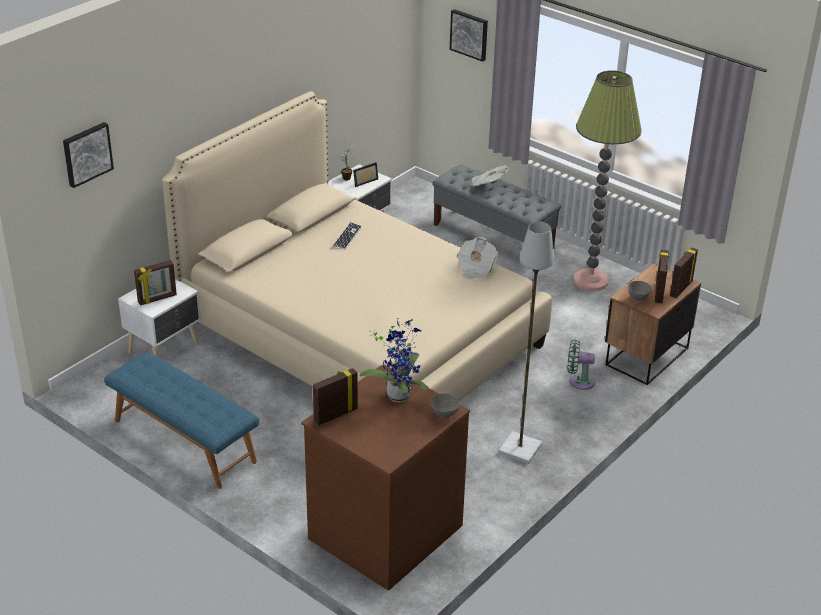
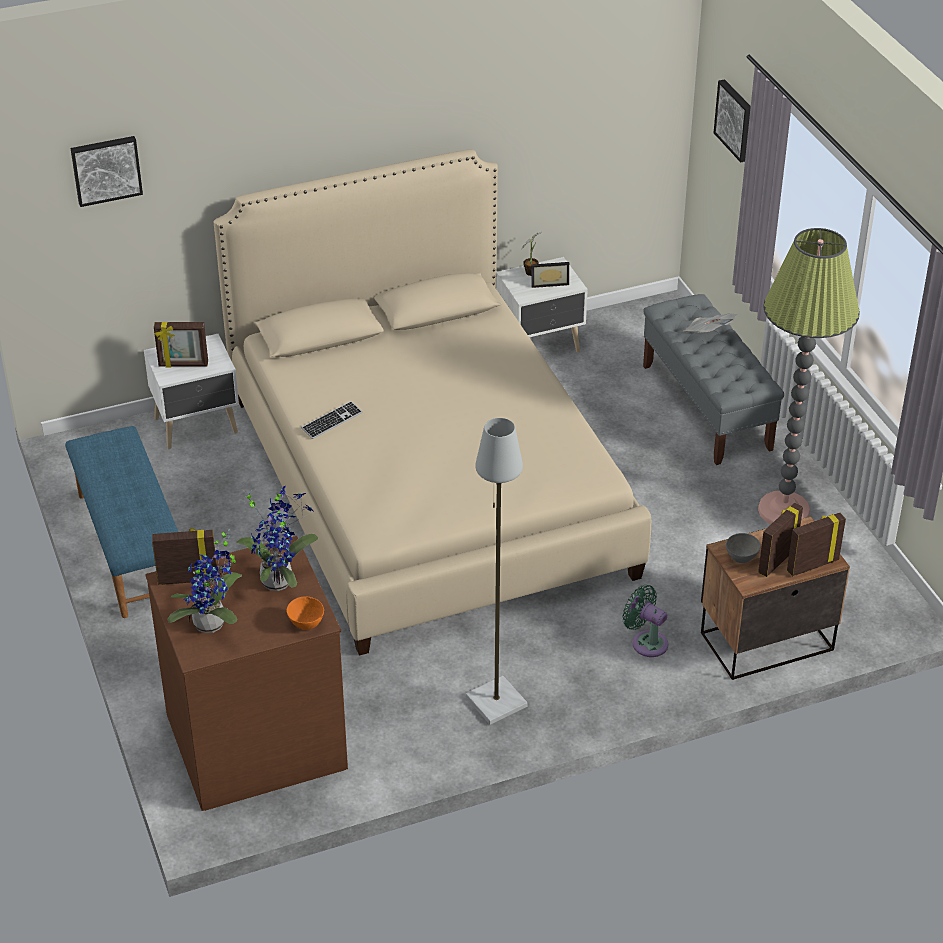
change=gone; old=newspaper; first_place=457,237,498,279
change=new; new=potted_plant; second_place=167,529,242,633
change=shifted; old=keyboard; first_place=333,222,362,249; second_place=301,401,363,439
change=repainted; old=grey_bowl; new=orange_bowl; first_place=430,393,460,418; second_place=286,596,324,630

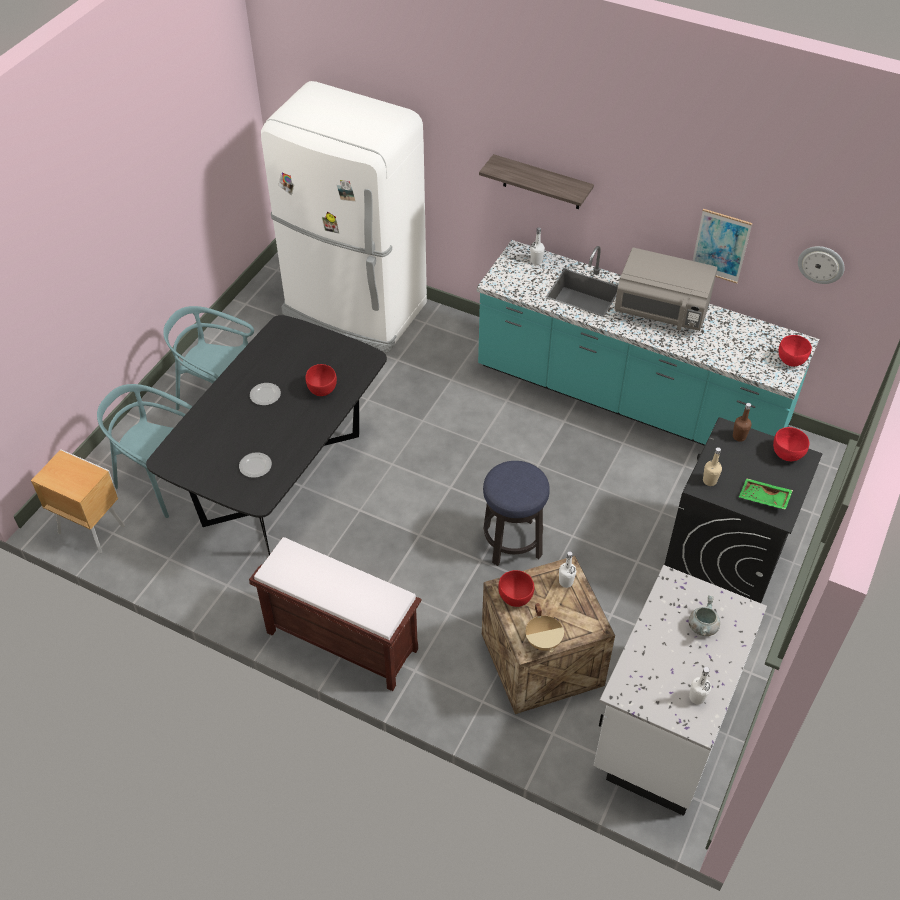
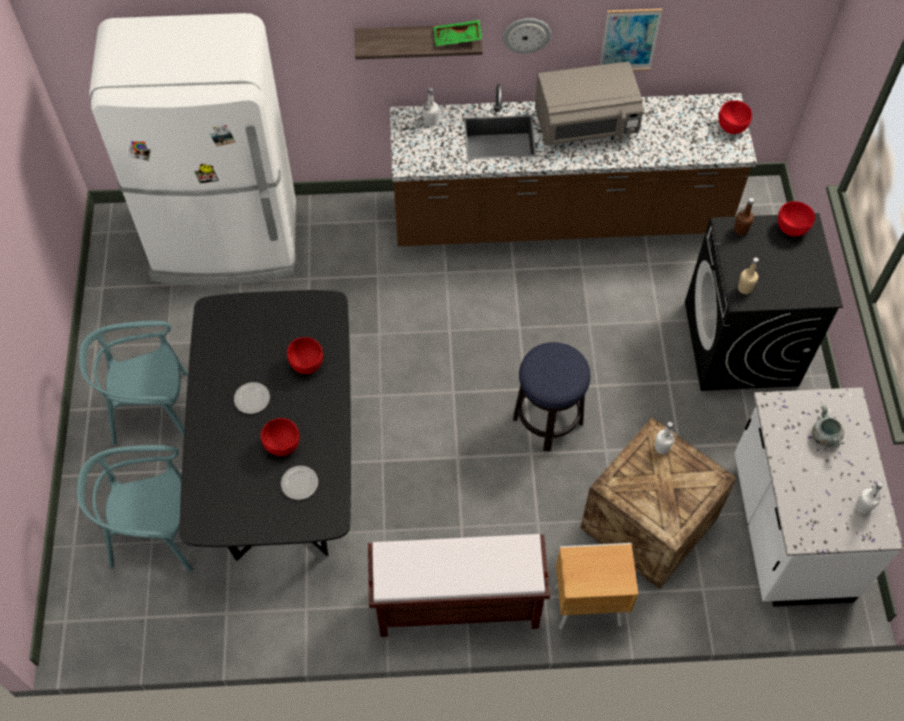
change=gone; old=beige_cooking_pot; first_place=526,603,564,652
change=shifted; old=brown_nightstand; first_place=31,449,125,553; second_place=555,543,638,630
change=shifted; old=red_bowl; first_place=498,570,534,607; second_place=261,418,300,456
change=shifted; old=green_tray; first_place=739,478,793,510; second_place=434,20,482,46
change=shifted; old=wall_clock; first_place=798,246,845,284; second_place=503,18,551,53
change=repainted; old=turquoise_counter; new=brown_counter; first_place=477,240,819,446; second_place=390,84,757,246

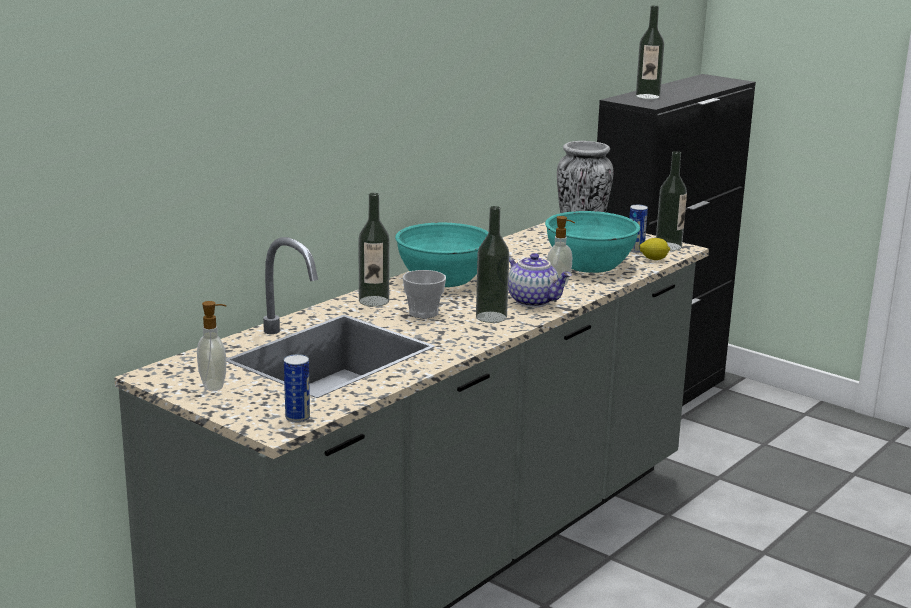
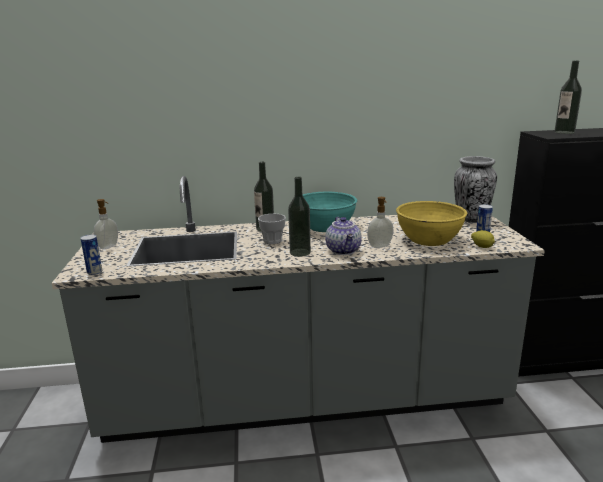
change=gone; old=bottle; first_place=656,151,687,251
change=repainted; old=turquoise_bowl; new=yellow_bowl; first_place=545,211,640,273; second_place=396,201,467,246

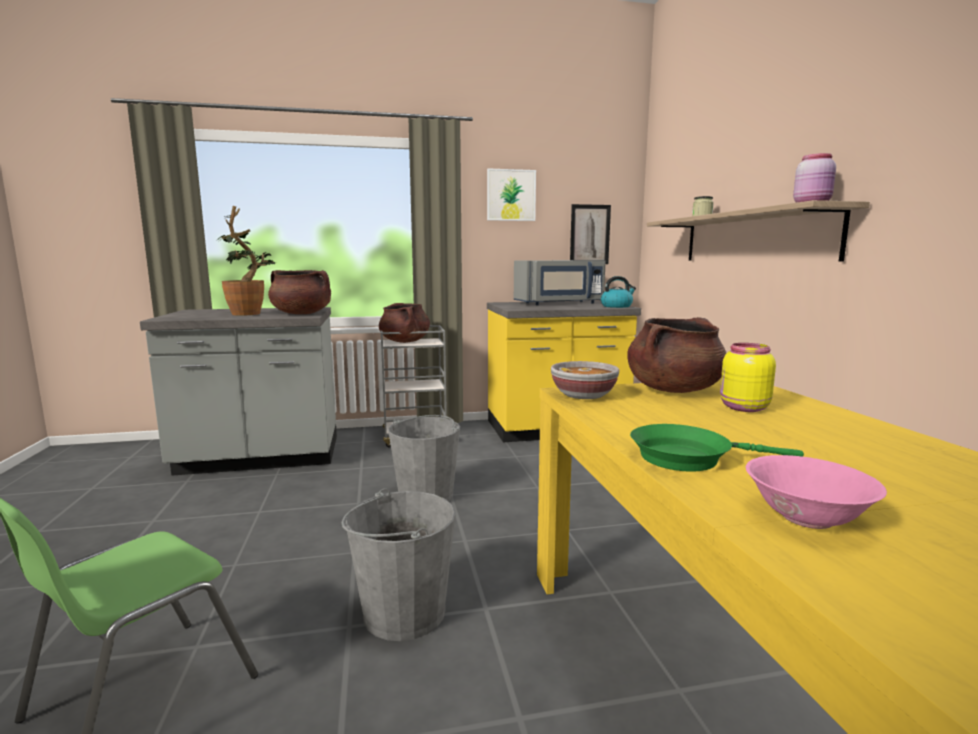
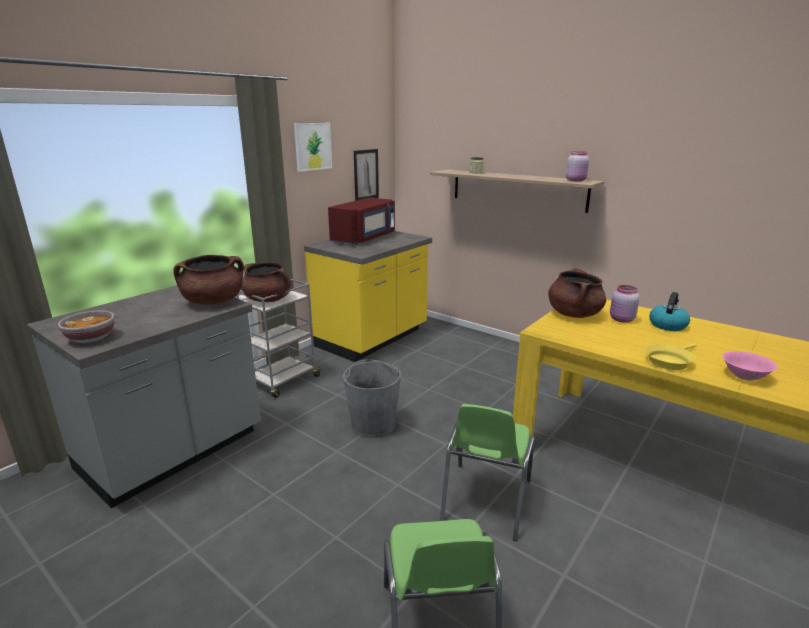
change=gone; old=potted_plant; first_place=216,206,276,316
change=shifted; old=bowl; first_place=551,361,619,399; second_place=58,311,115,343
change=shifted; old=kettle; first_place=601,276,636,308; second_place=649,292,690,331
change=swapped; old=grey_bucket; new=green_chair; first_place=342,489,456,641; second_place=440,404,535,541
change=repainted; old=grey_microwave; new=red_microwave; first_place=514,260,606,305; second_place=328,198,395,245
change=repainted; old=green_frying_pan; new=yellow_frying_pan; first_place=630,424,804,472; second_place=645,343,697,370
change=repainted; old=yellow_jar; new=pink_jar; first_place=720,343,776,412; second_place=610,285,640,323

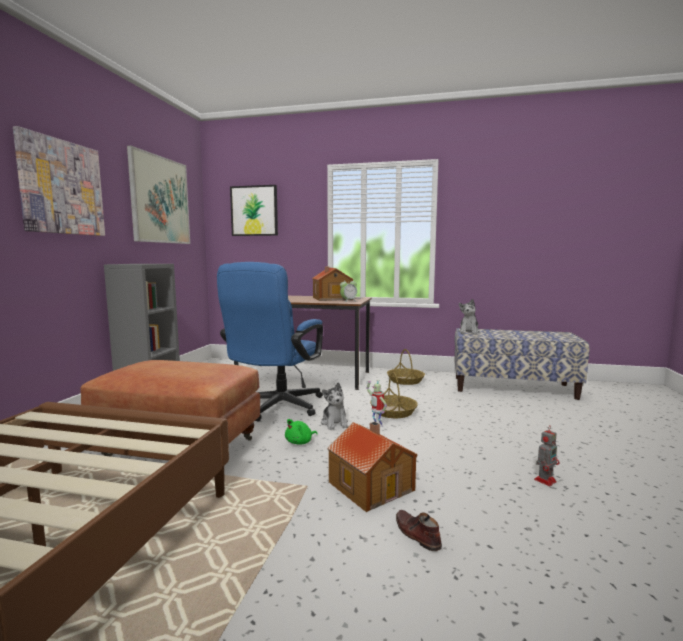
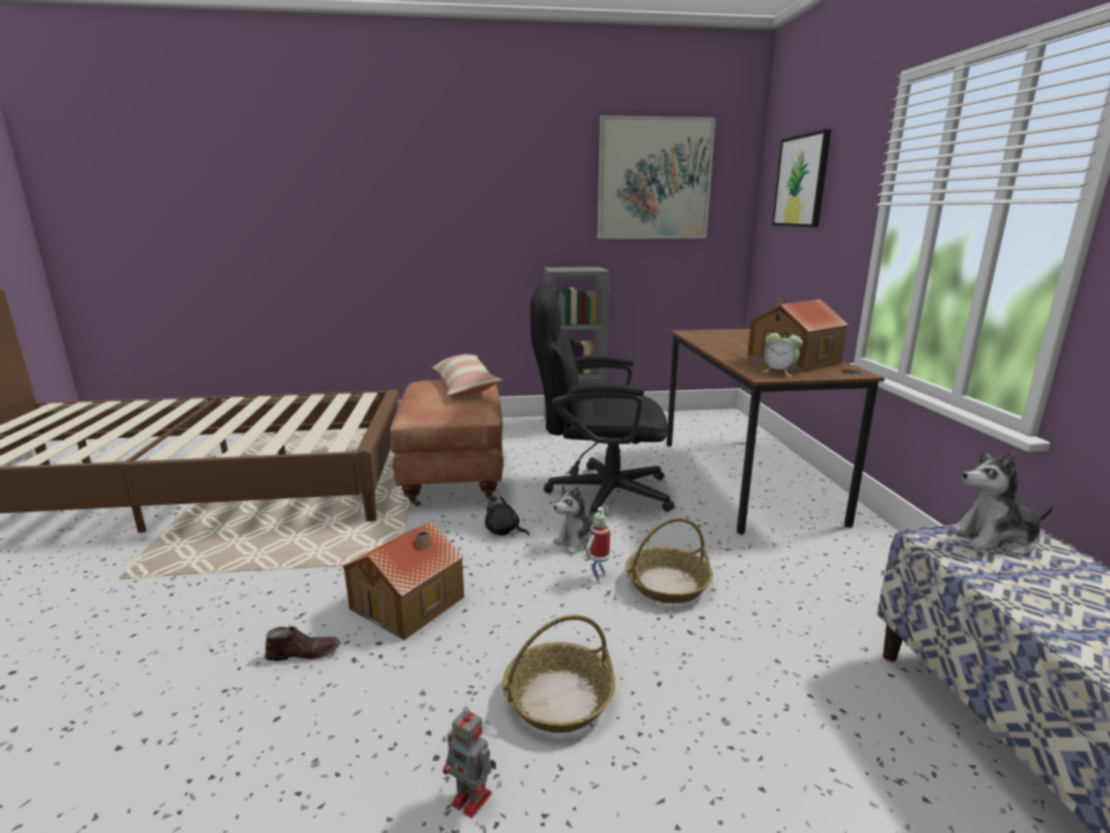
change=gone; old=picture; first_place=13,126,105,236
change=new; new=pillow; second_place=432,354,503,396
change=shifted; old=basket; first_place=387,349,425,385; second_place=502,615,616,733
change=repainted; old=blue_office_chair; new=black_office_chair; first_place=217,262,323,422; second_place=530,283,675,516
change=repainted; old=green_plush_toy; new=black_plush_toy; first_place=285,419,318,445; second_place=485,497,530,537
change=rotated; old=brown_shoe; first_place=396,510,442,551; second_place=265,626,341,661; degrees=45

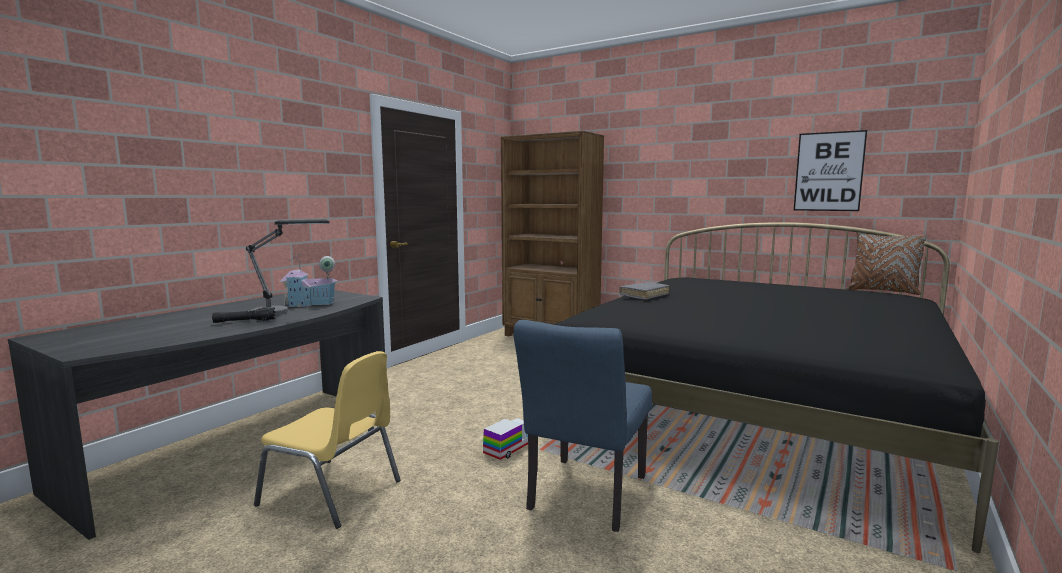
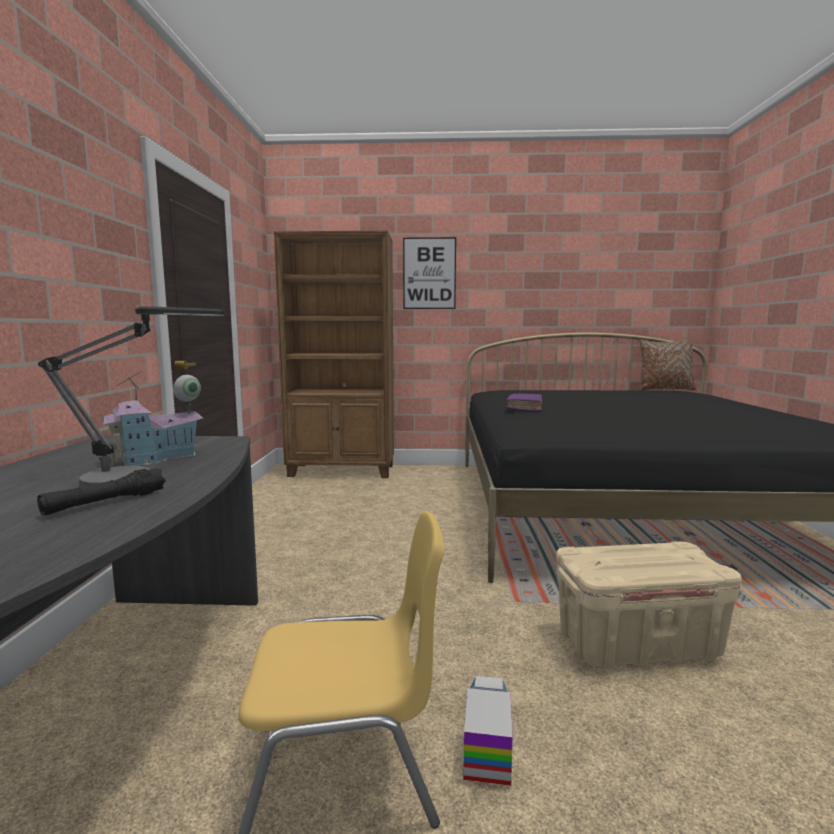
change=shifted; old=toy_truck; first_place=483,418,528,460; second_place=463,676,513,786
change=shifted; old=picture; first_place=794,130,867,211; second_place=403,237,456,309
change=swapped; old=blue_chair; new=beige_storage_box; first_place=513,320,652,532; second_place=556,542,742,669
change=repainted; old=grey_book; new=purple_book; first_place=620,282,669,300; second_place=506,394,542,411

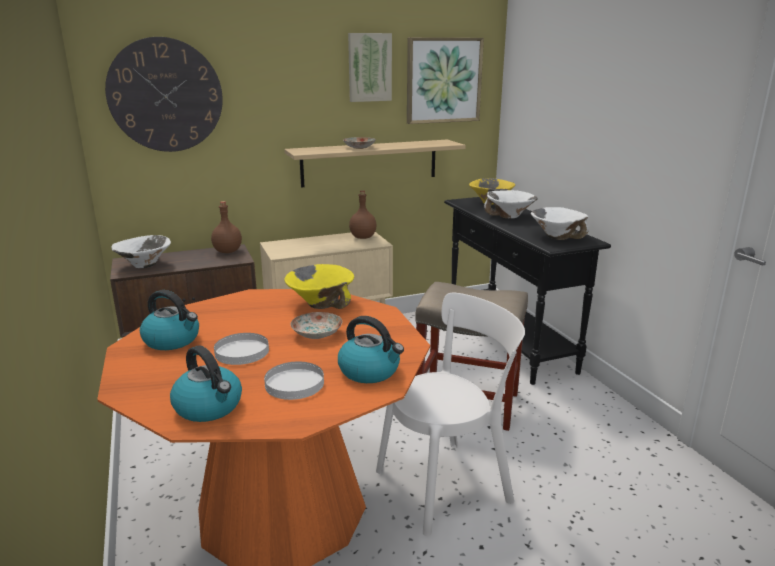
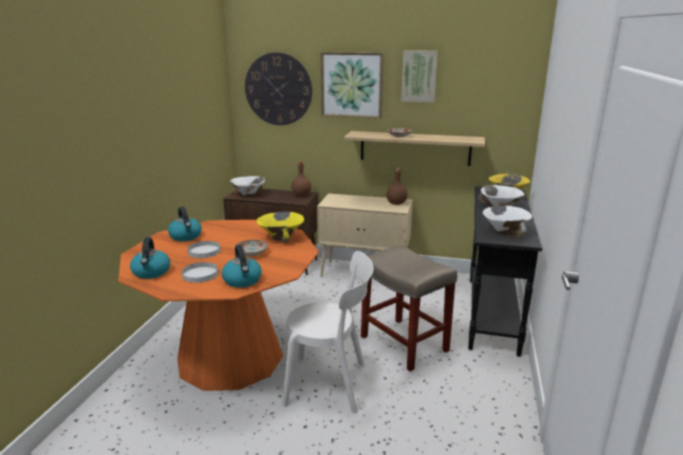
change=shifted; old=picture; first_place=407,37,484,124; second_place=321,52,384,119

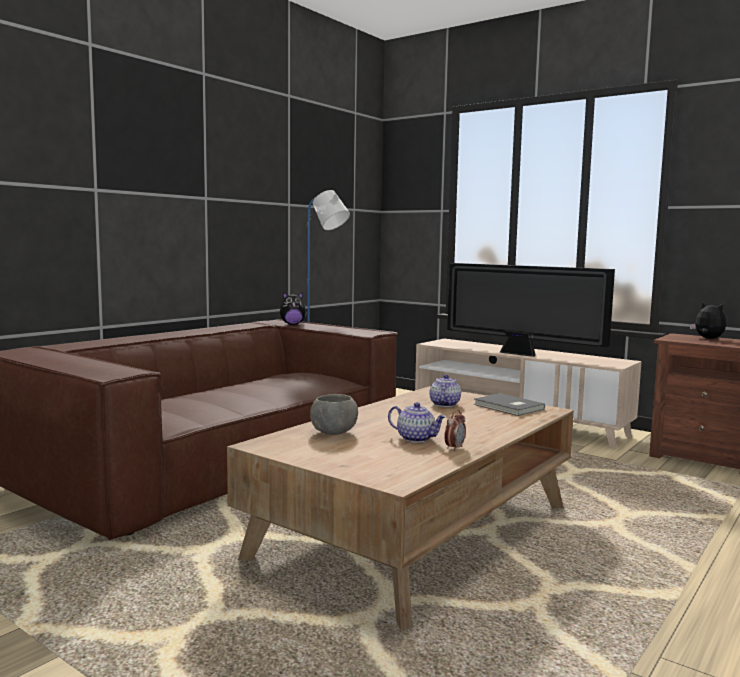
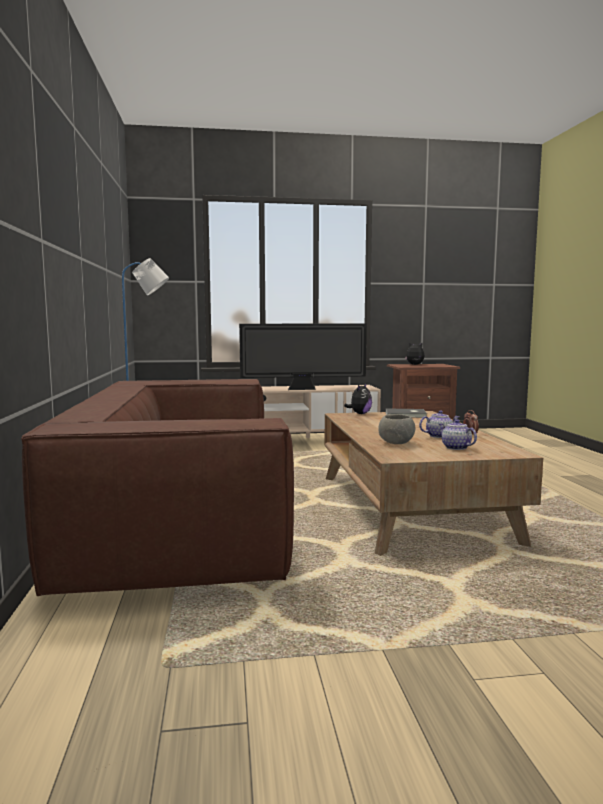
change=shifted; old=plush_toy; first_place=280,292,307,325; second_place=344,384,372,414
change=shifted; old=teapot; first_place=429,374,461,407; second_place=439,419,477,450

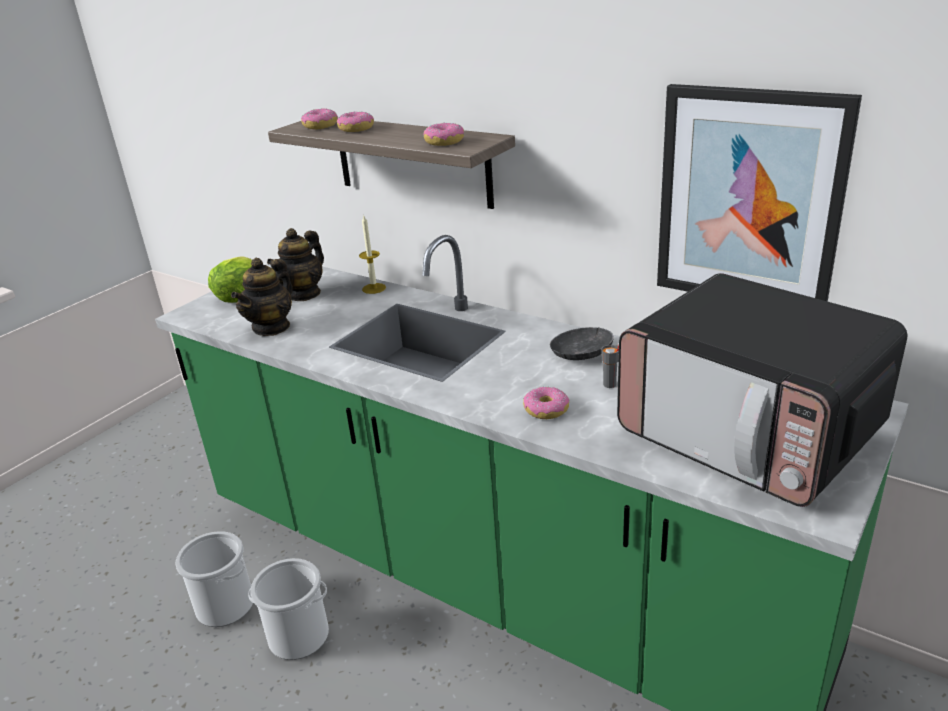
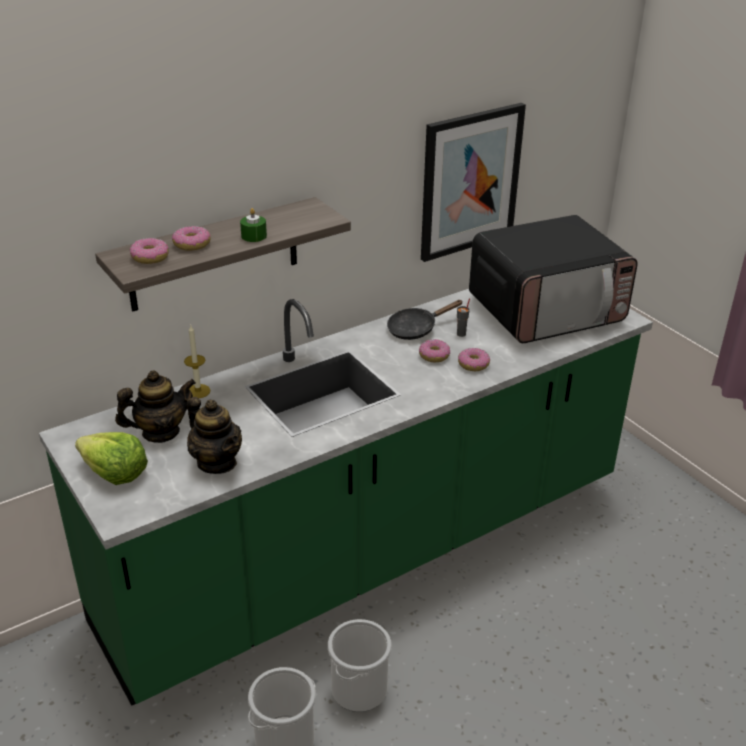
change=new; new=green_candle; second_place=240,208,267,242
change=shifted; old=donut; first_place=424,123,464,146; second_place=419,339,450,362
change=rotated; old=teapot; first_place=267,228,324,301; second_place=115,370,196,443; degrees=-75

